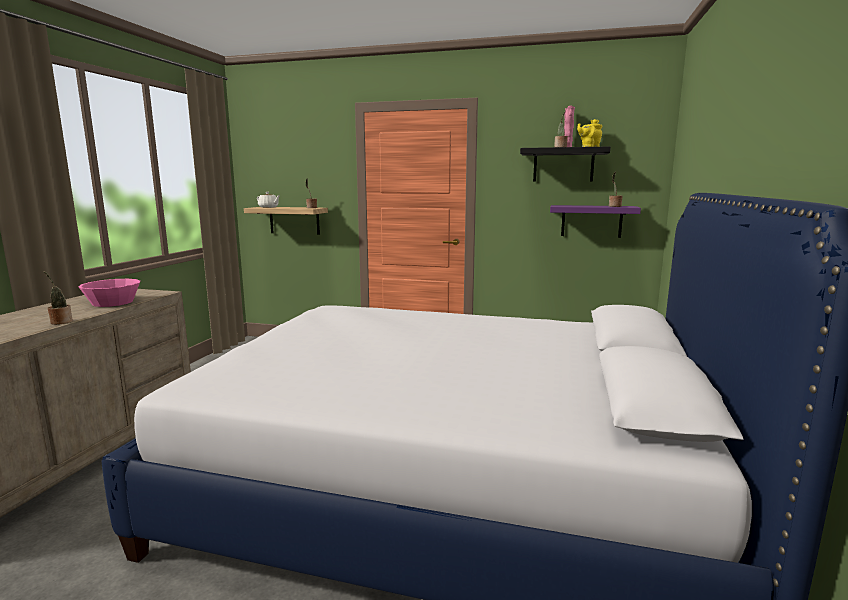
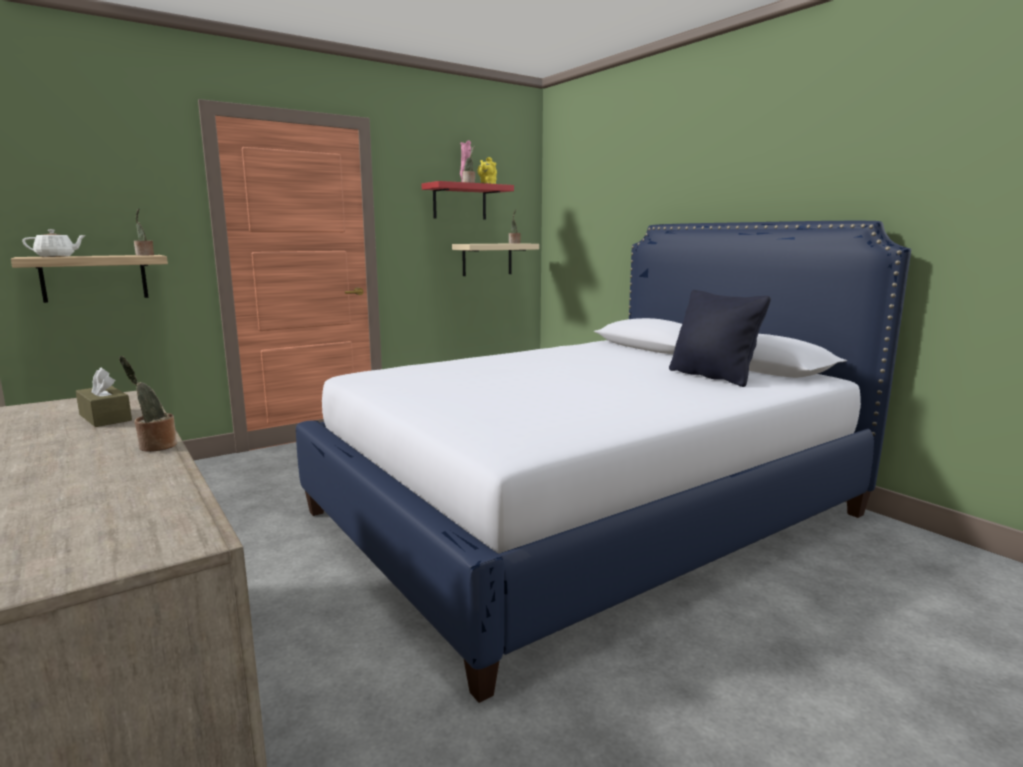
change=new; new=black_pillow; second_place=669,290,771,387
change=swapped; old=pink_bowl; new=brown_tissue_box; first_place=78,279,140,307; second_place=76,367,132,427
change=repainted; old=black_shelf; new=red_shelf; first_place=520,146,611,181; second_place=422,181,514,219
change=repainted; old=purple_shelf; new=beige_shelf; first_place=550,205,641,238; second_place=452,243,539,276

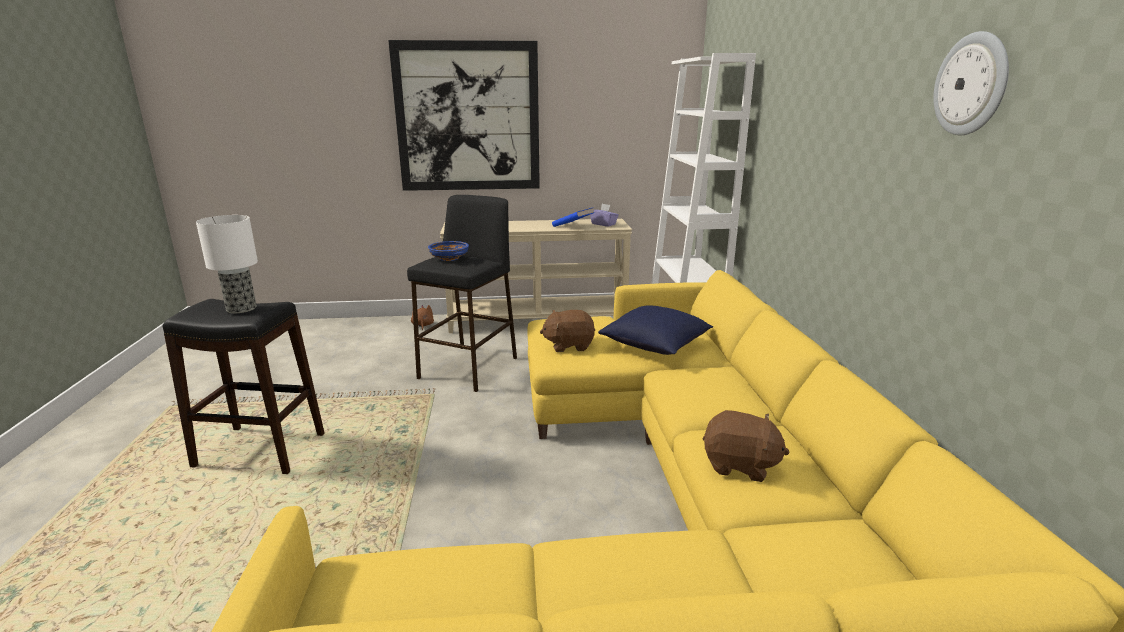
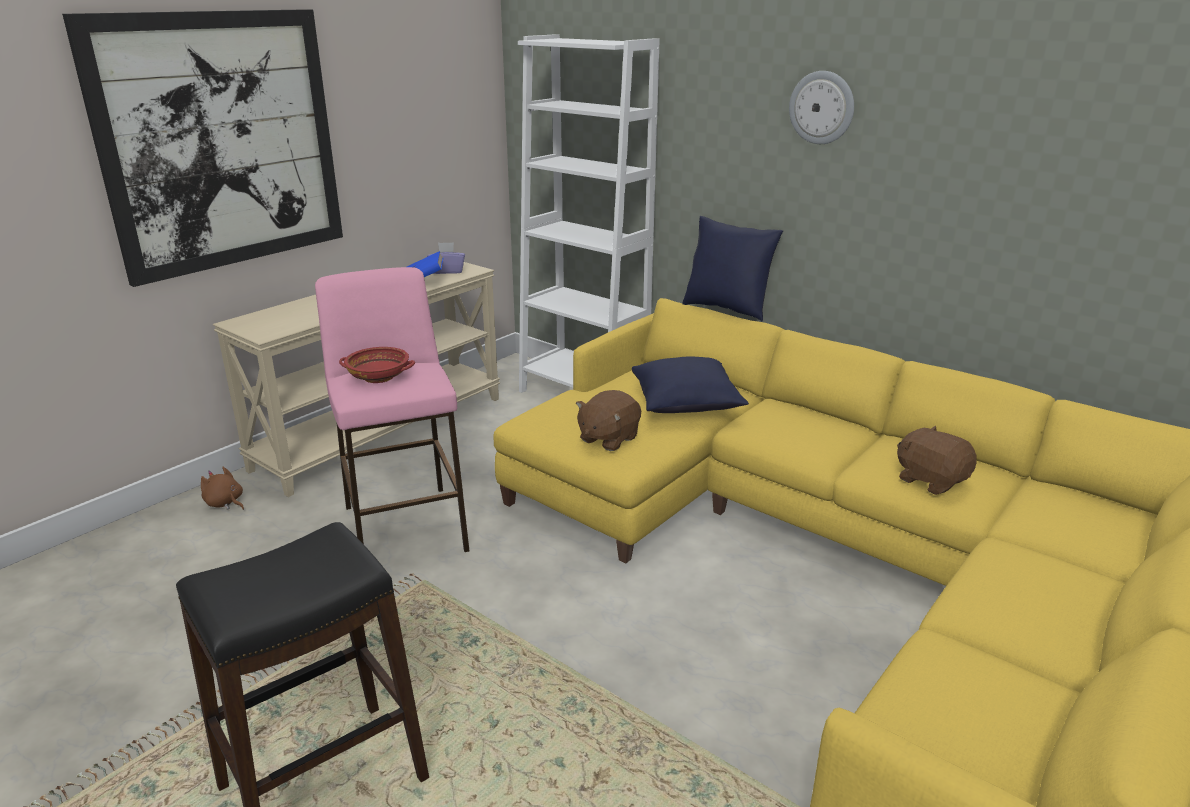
change=gone; old=table_lamp; first_place=196,215,258,313
change=new; new=blue_pillow; second_place=682,216,783,321
change=shifted; old=wall_clock; first_place=933,31,1009,135; second_place=789,71,854,144
change=repainted; old=black_stool; new=pink_stool; first_place=407,195,517,392; second_place=315,267,469,552
change=repainted; old=blue_bowl; new=red_bowl; first_place=428,241,469,261; second_place=339,347,415,383
change=rotated; old=brown_plush_toy; first_place=703,410,790,482; second_place=897,426,976,495; degrees=-105

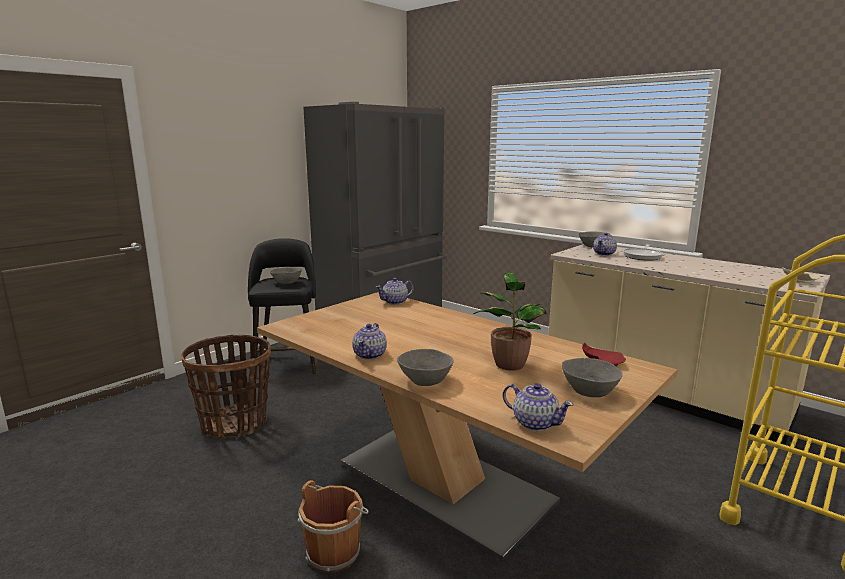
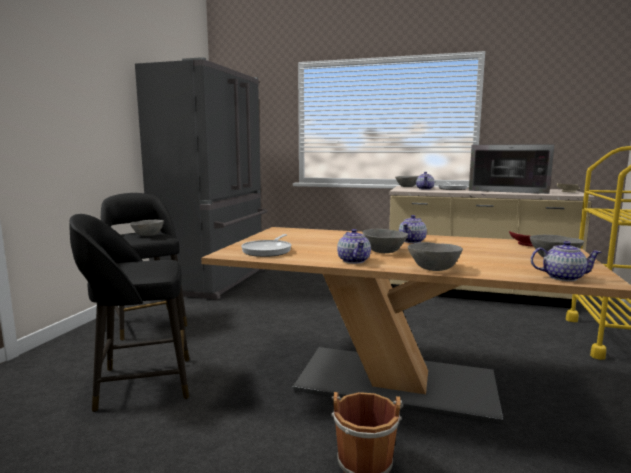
change=gone; old=potted_plant; first_place=473,272,547,371
change=new; new=frying_pan; second_place=241,234,291,257
change=new; new=grey_bowl; second_place=362,229,408,253
change=new; new=microwave; second_place=469,144,554,194
change=shifted; old=teapot; first_place=376,278,414,305; second_place=399,215,427,243
change=swapped; old=basket; new=black_stool; first_place=181,335,271,438; second_place=70,214,189,412

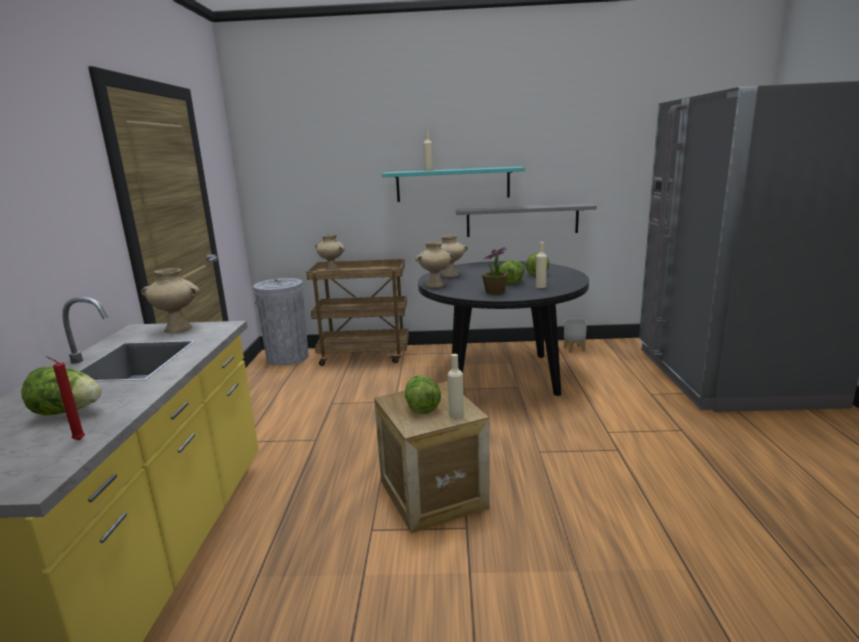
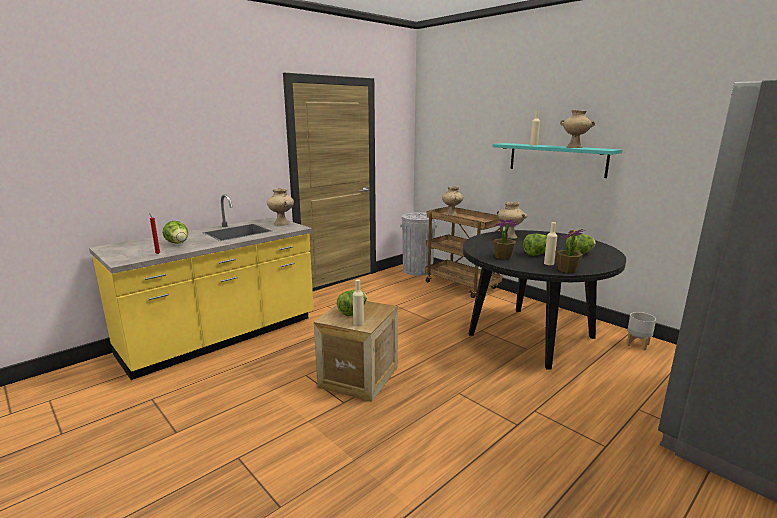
change=gone; old=grey_shelf; first_place=456,203,597,237
change=new; new=potted_plant; second_place=556,229,585,273
change=shifted; old=beige_vase; first_place=415,242,453,288; second_place=560,110,595,148

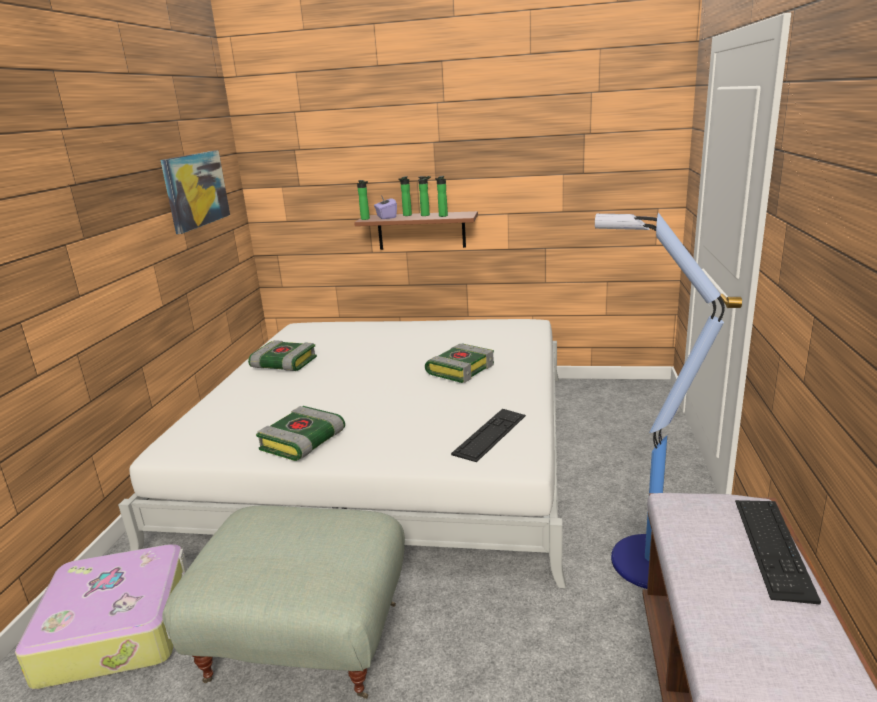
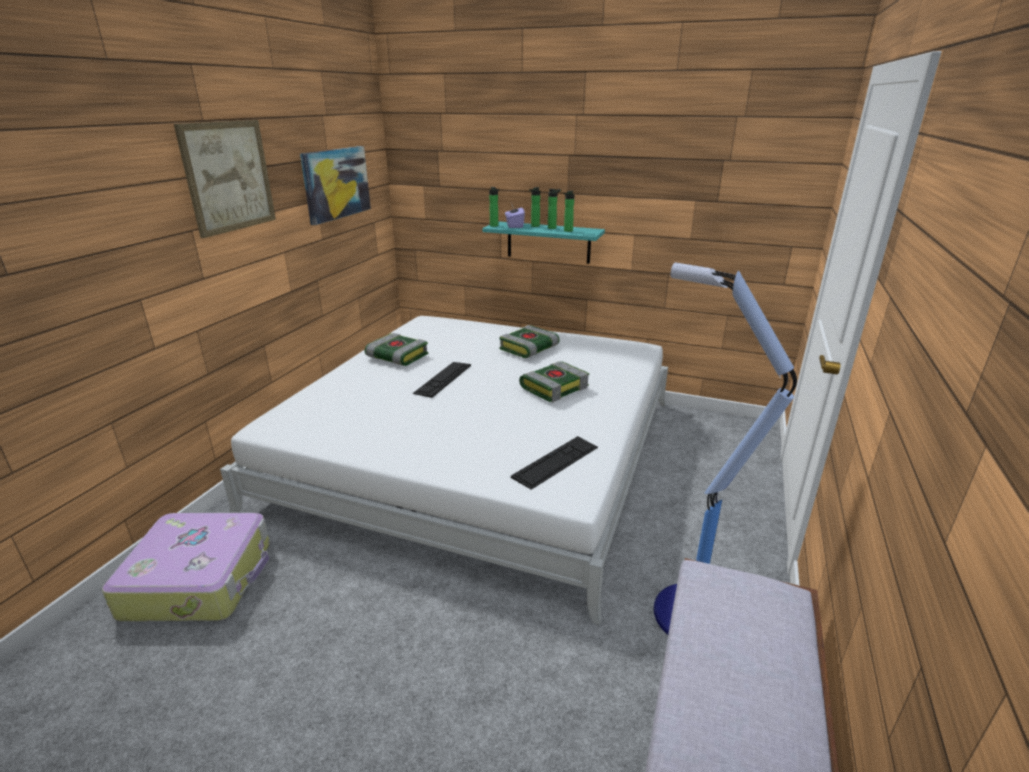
change=gone; old=grey_ottoman; first_place=162,505,405,699
change=new; new=picture; second_place=174,120,276,238
change=shifted; old=book; first_place=256,406,345,461; second_place=499,325,560,358
change=shifted; old=keyboard; first_place=735,500,821,605; second_place=413,362,471,398
change=repainted; old=brown_shelf; new=turquoise_shelf; first_place=354,211,478,250; second_place=482,221,605,264

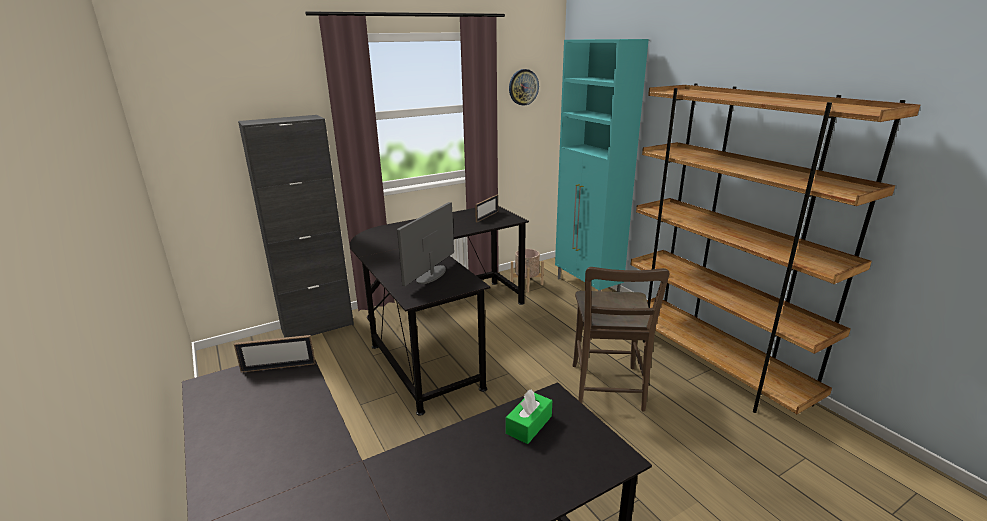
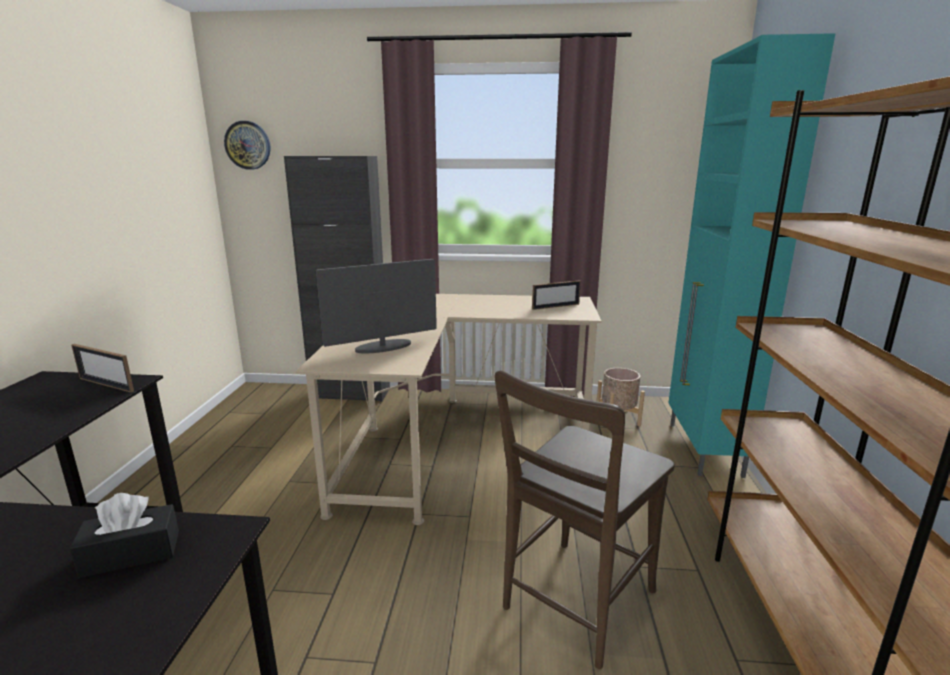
change=shifted; old=wall_clock; first_place=509,69,539,106; second_place=224,121,270,170
change=repainted; old=black_desk; new=beige_desk; first_place=350,206,529,416; second_place=295,294,602,525
change=repainted; old=green_tissue_box; new=black_tissue_box; first_place=506,390,552,444; second_place=70,493,179,578

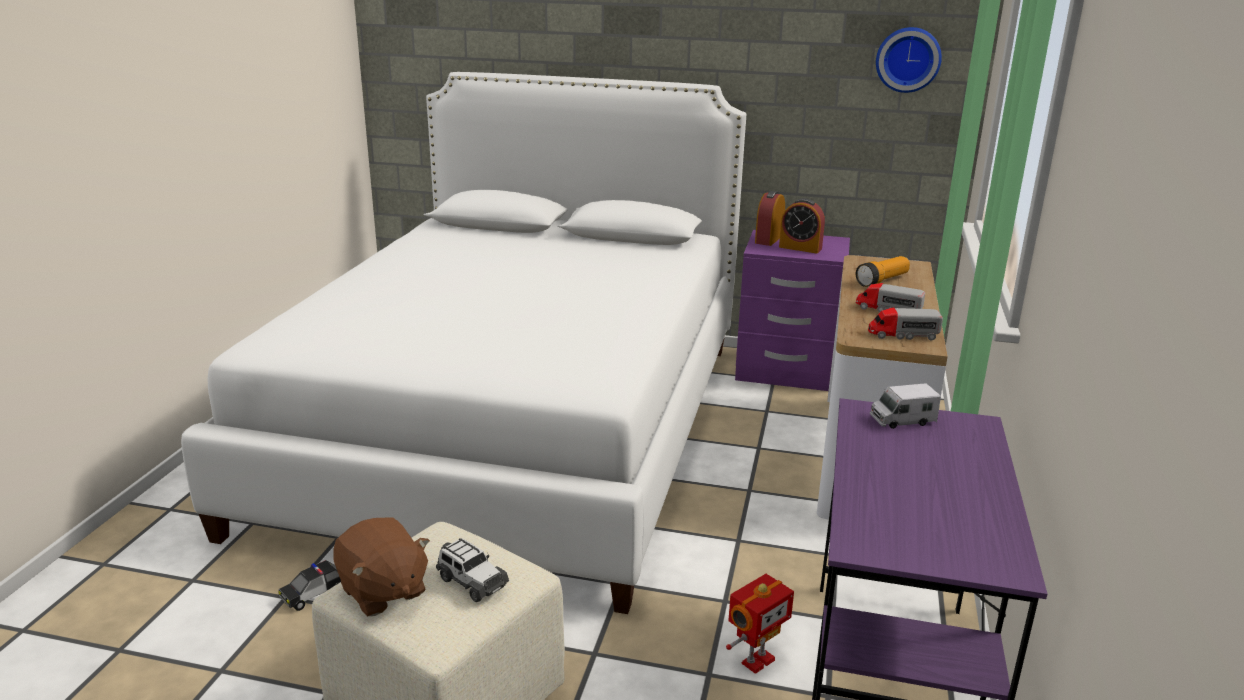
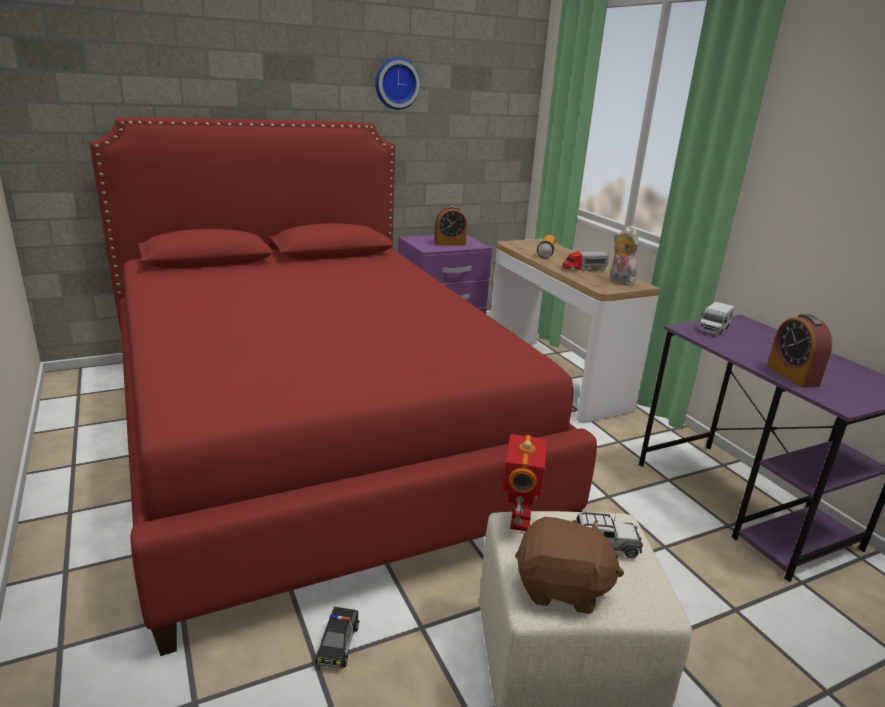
change=shifted; old=toy_robot; first_place=726,574,794,674; second_place=502,434,547,531
change=shifted; old=alarm_clock; first_place=755,191,785,246; second_place=767,314,832,388
change=shifted; old=wall_clock; first_place=876,27,942,93; second_place=375,57,420,110
change=swapped; old=toy_truck; new=plush_toy; first_place=868,307,943,340; second_place=611,227,638,286
change=repainted; old=white_bed; new=red_bed; first_place=181,72,746,614; second_place=90,117,597,656

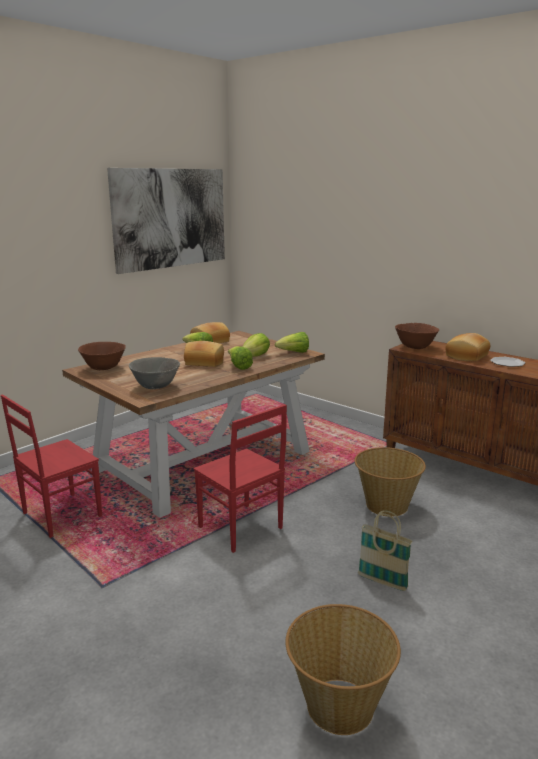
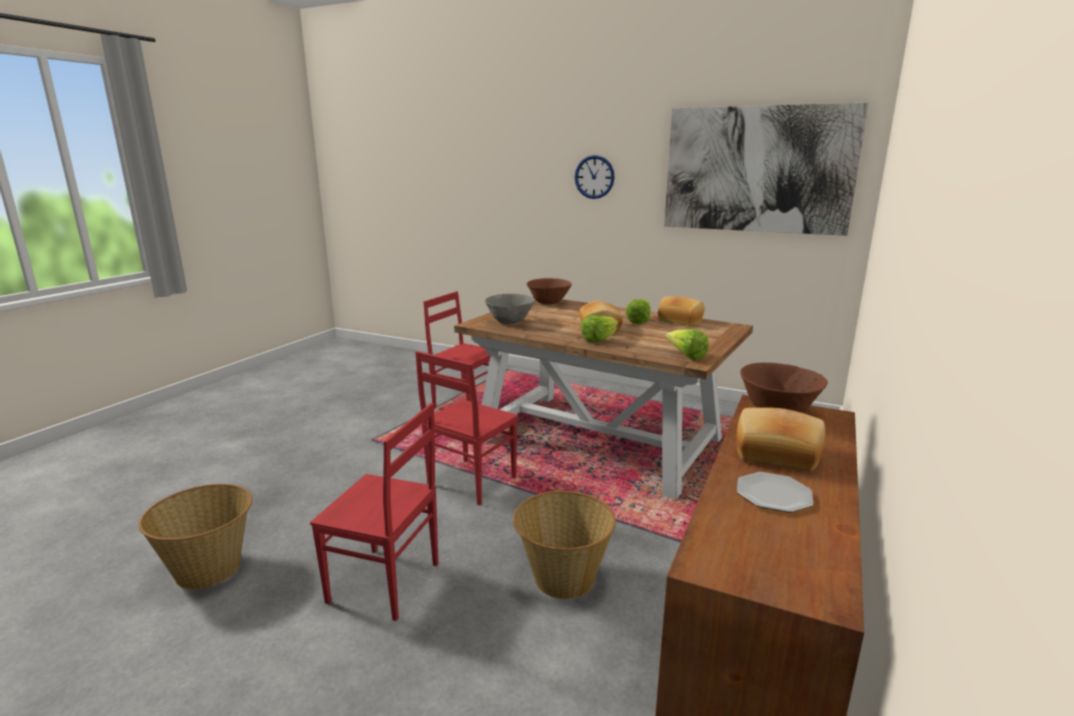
change=gone; old=lettuce; first_place=242,333,270,357
change=new; new=wall_clock; second_place=575,155,615,199
change=swapped; old=basket; new=red_chair; first_place=358,510,413,591; second_place=310,402,438,621

